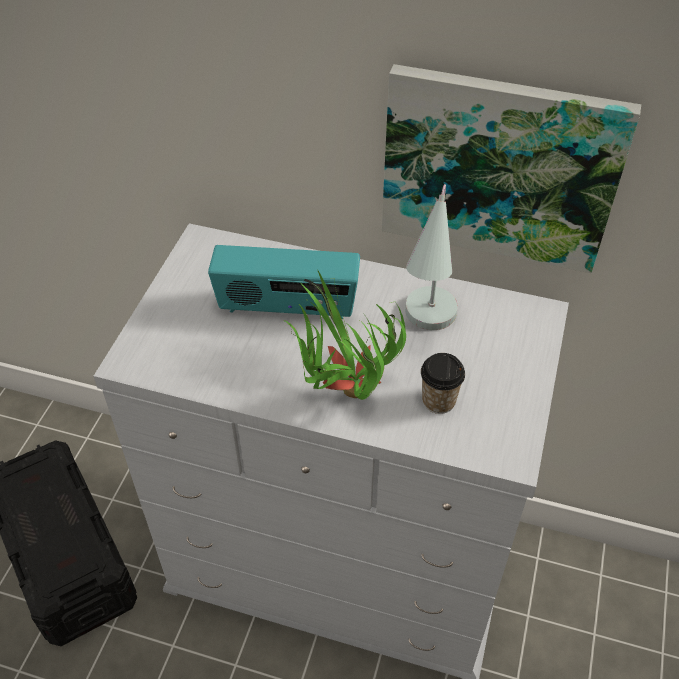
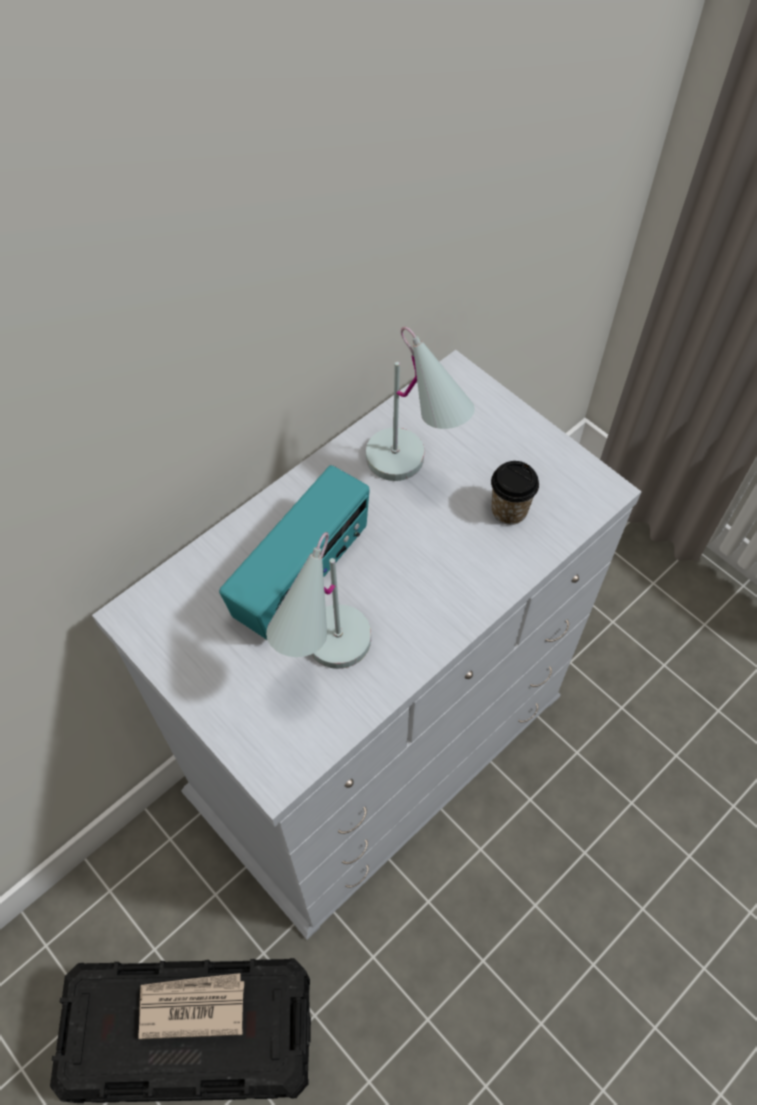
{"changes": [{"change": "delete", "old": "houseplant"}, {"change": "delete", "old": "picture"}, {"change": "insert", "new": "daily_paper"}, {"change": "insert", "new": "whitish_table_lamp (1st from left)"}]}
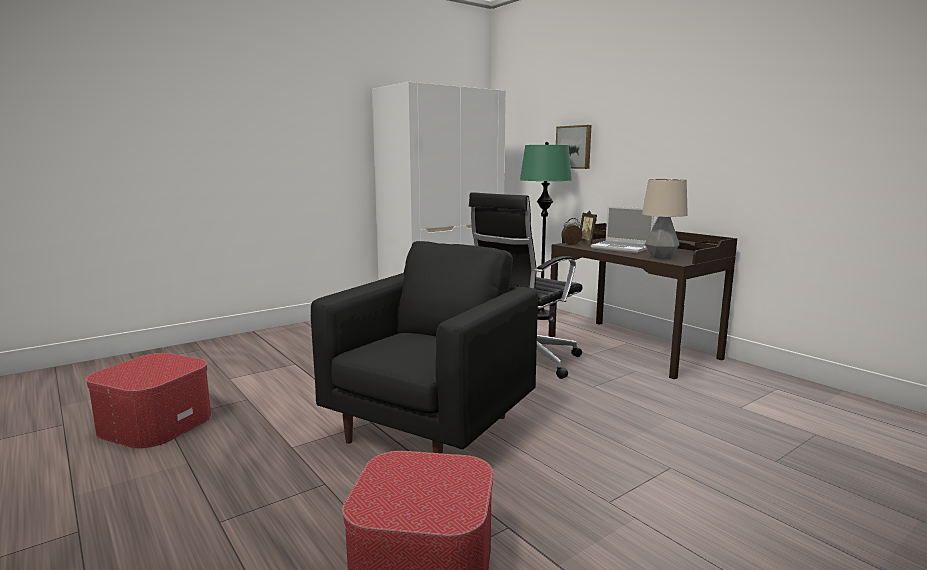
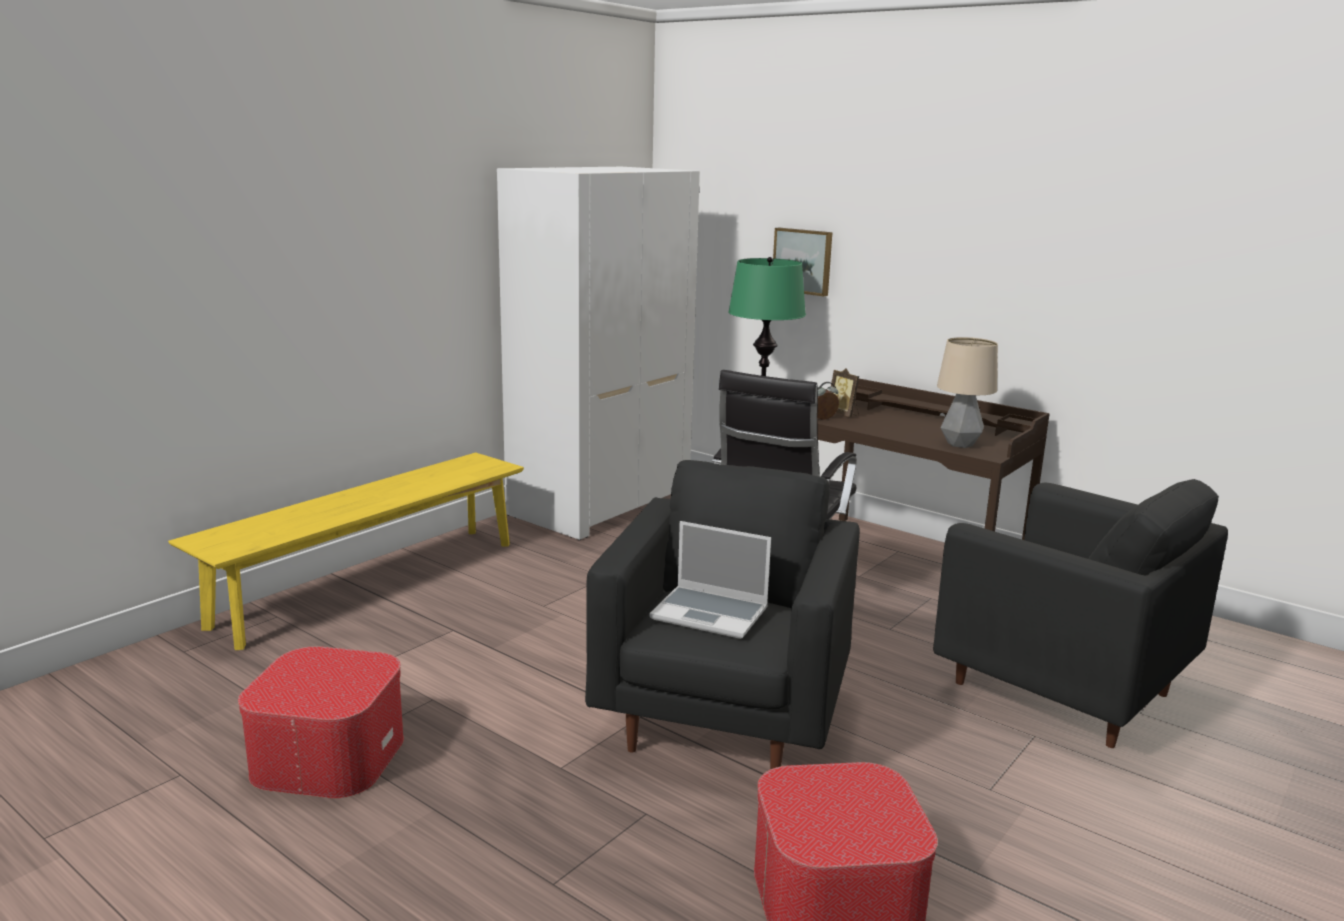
{"changes": [{"change": "insert", "new": "yellowish_long_seat"}, {"change": "insert", "new": "black_lounge_chair (2nd from left)"}, {"change": "move", "old": "laptop"}]}
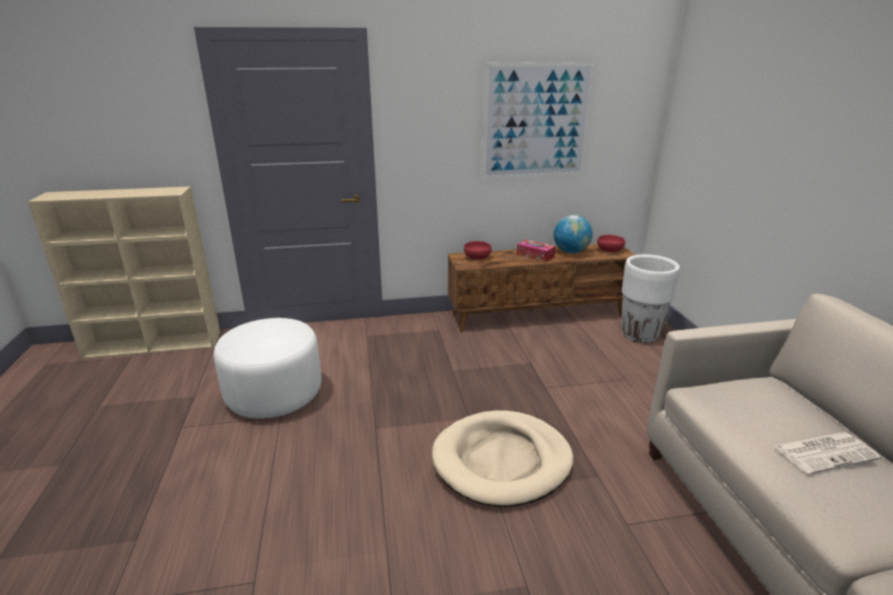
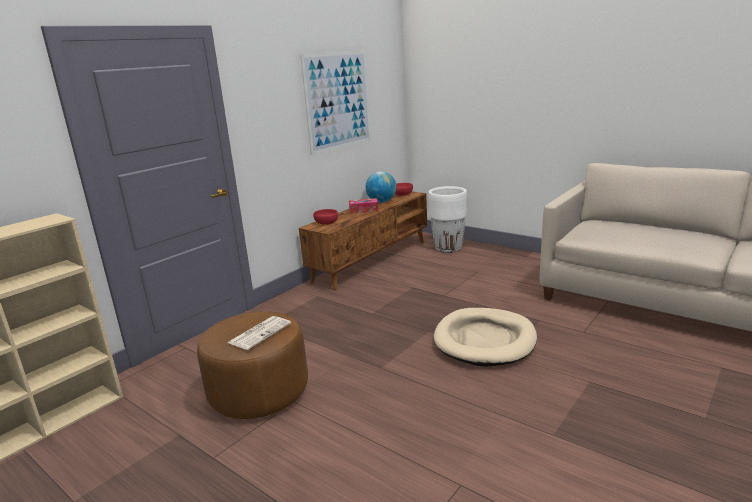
{"changes": [{"change": "move", "old": "daily_paper"}, {"change": "recolor", "old": "whitish_pouffe", "new": "brown-coloured_pouffe"}]}
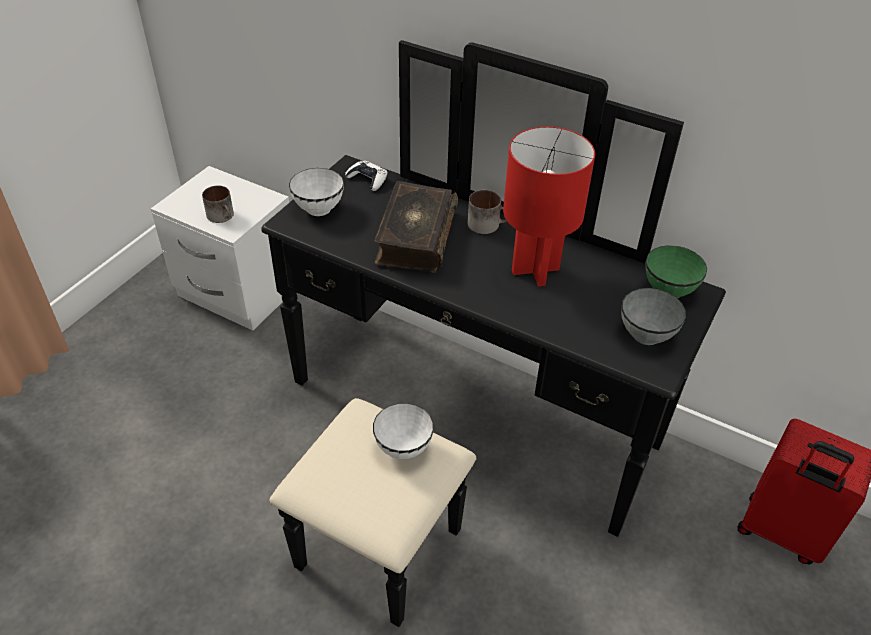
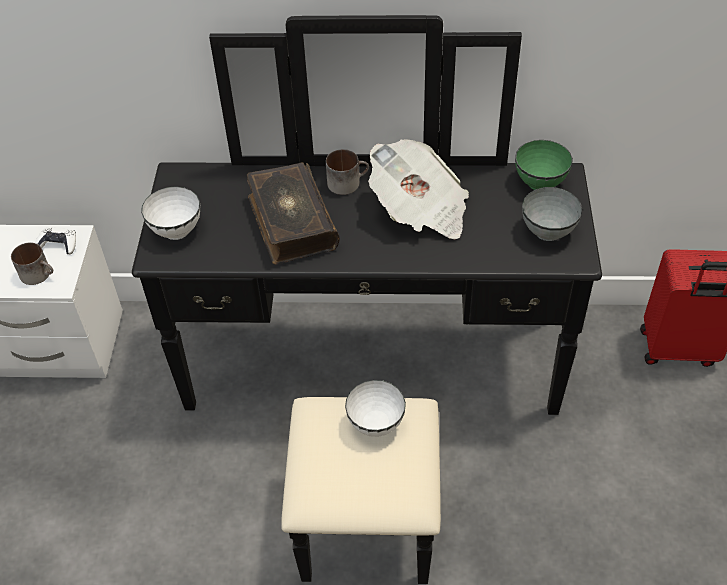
{"changes": [{"change": "move", "old": "whitish_game_controller"}, {"change": "replace", "old": "reddish_table_lamp", "new": "daily_paper"}]}
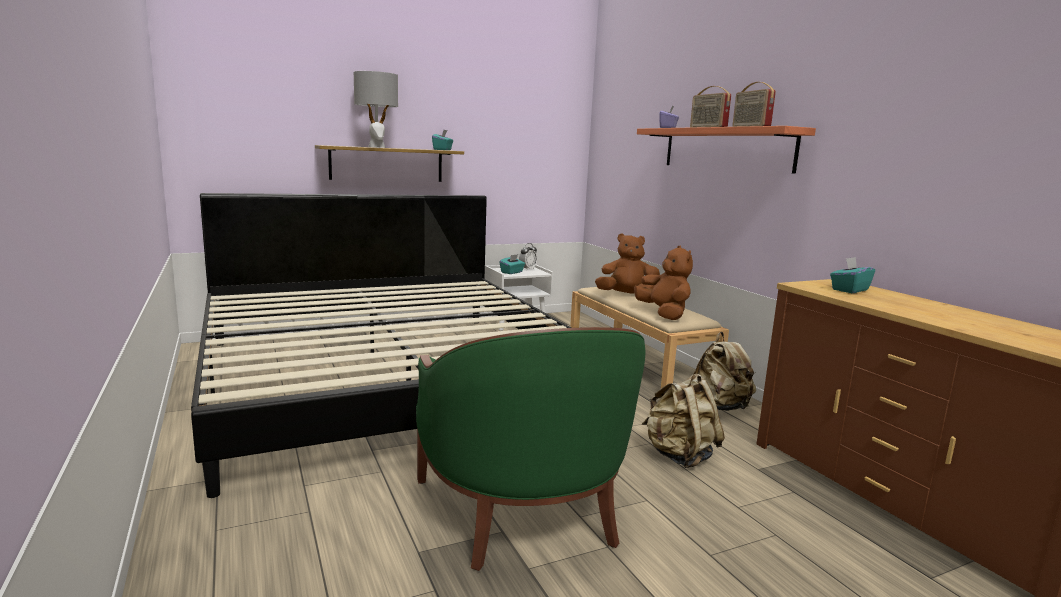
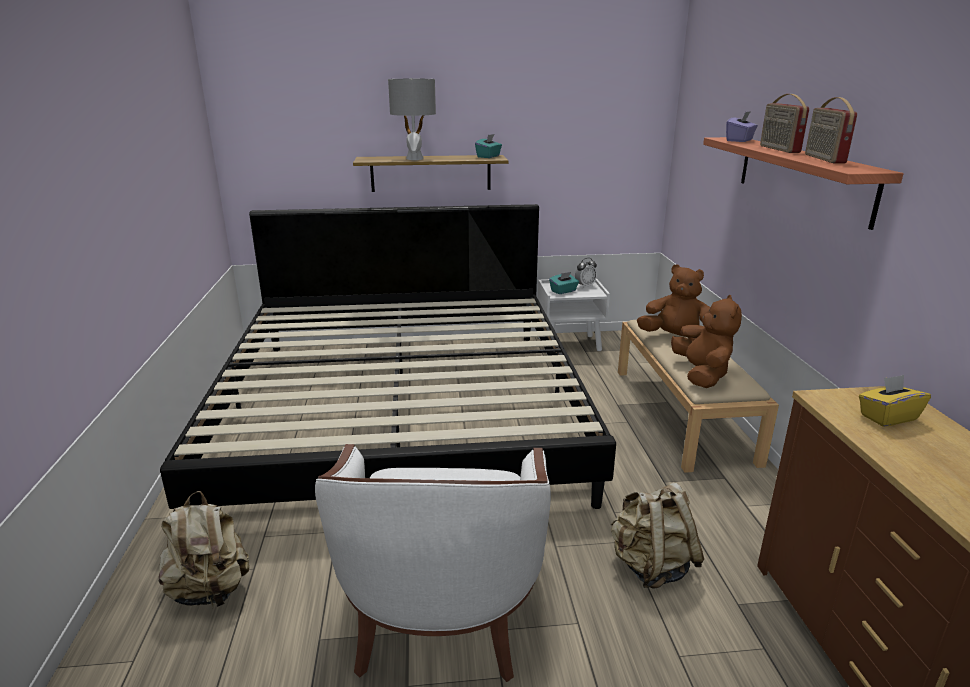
{"changes": [{"change": "move", "old": "sand-coloured_rucksack (2nd from left in the first image)", "new": "sand-coloured_rucksack (1st from left)"}, {"change": "recolor", "old": "green_lounge_chair", "new": "whitish_lounge_chair"}, {"change": "recolor", "old": "turquoise-coloured_tissue_box (3rd from left)", "new": "yellowish_tissue_box"}]}
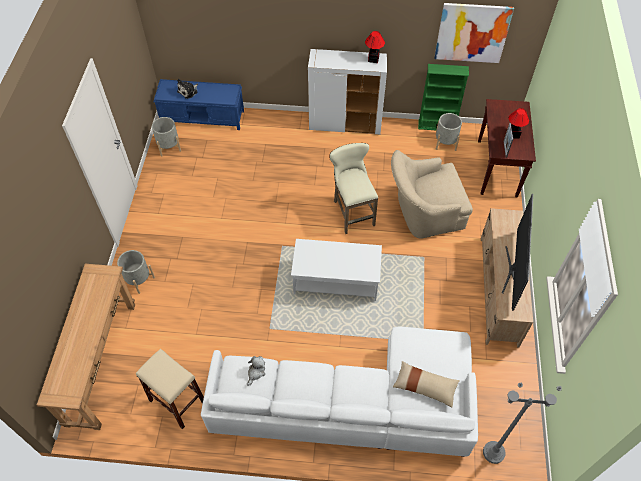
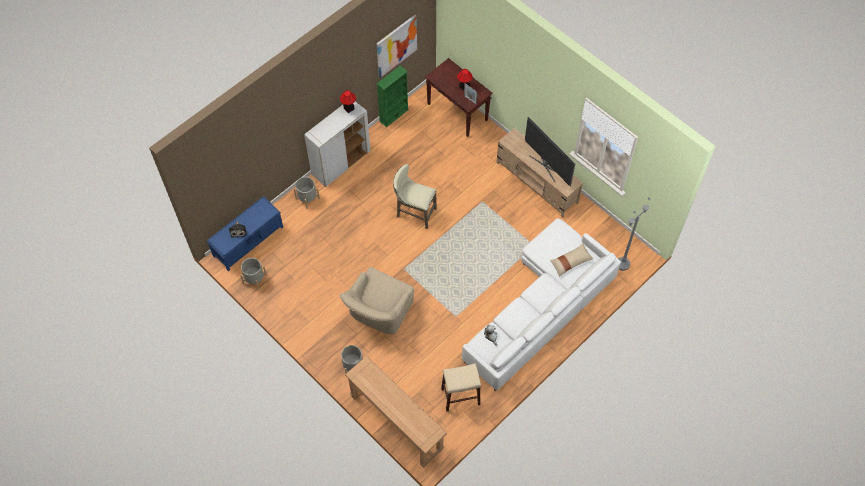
{"changes": [{"change": "delete", "old": "whitish_low_table"}, {"change": "move", "old": "sand-coloured_lounge_chair"}, {"change": "move", "old": "greyish_flower_pot (3rd from left in the first image)", "new": "greyish_flower_pot (2nd from left)"}]}
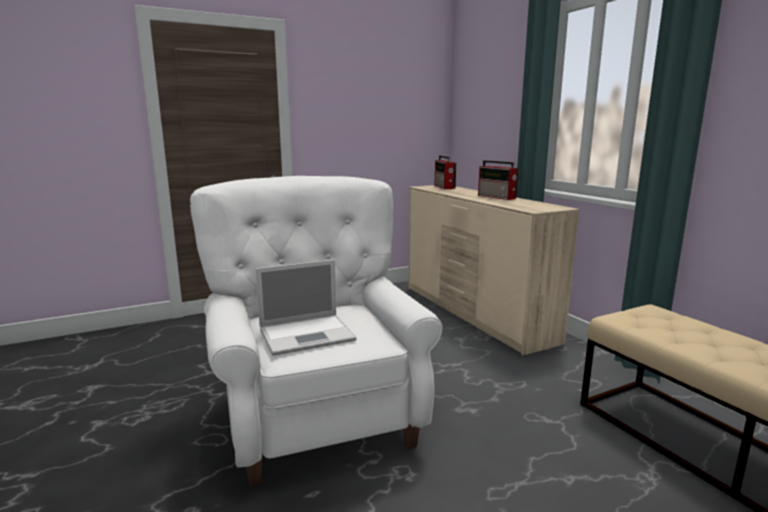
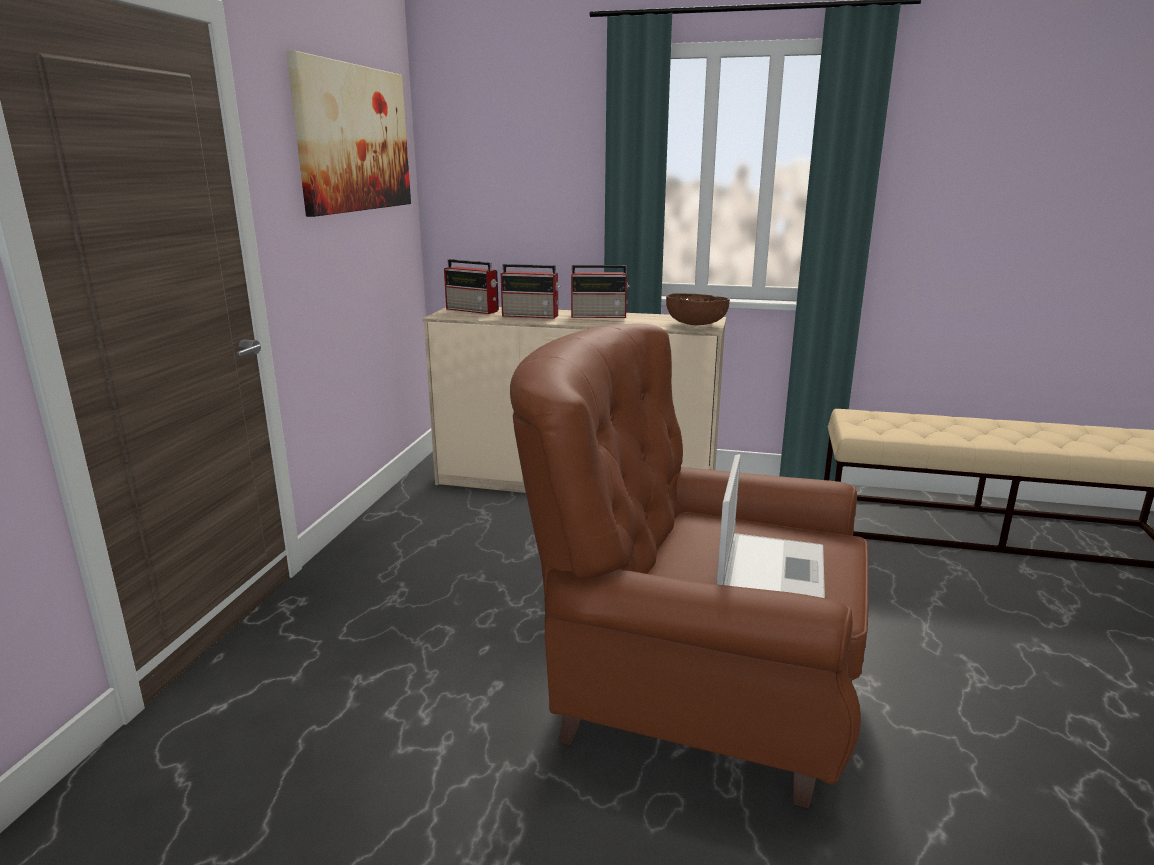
{"changes": [{"change": "insert", "new": "picture"}, {"change": "insert", "new": "radio_receiver (2nd from left)"}, {"change": "insert", "new": "brown-coloured_bowl"}, {"change": "recolor", "old": "whitish_lounge_chair", "new": "brown-coloured_lounge_chair"}]}
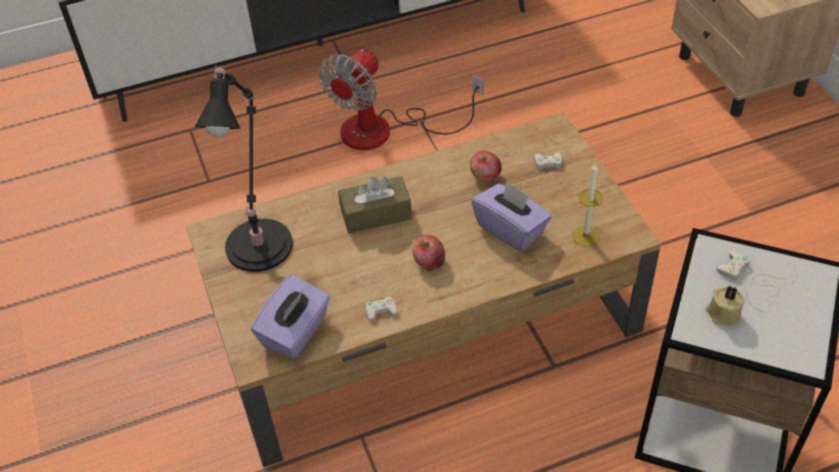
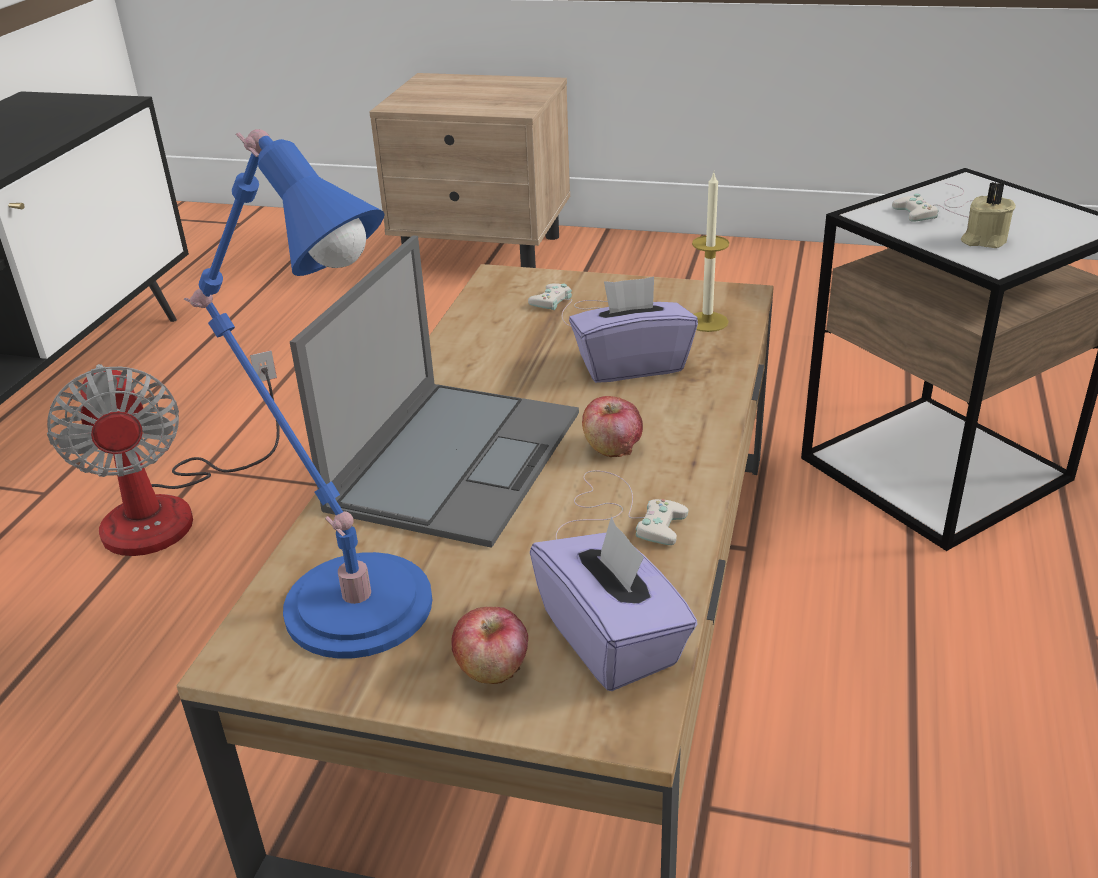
{"changes": [{"change": "move", "old": "whole_apple (2nd from left in the first image)", "new": "whole_apple (1st from left)"}, {"change": "replace", "old": "brown-coloured_tissue_box", "new": "laptop"}, {"change": "recolor", "old": "black_table_lamp", "new": "blue-coloured_table_lamp"}]}
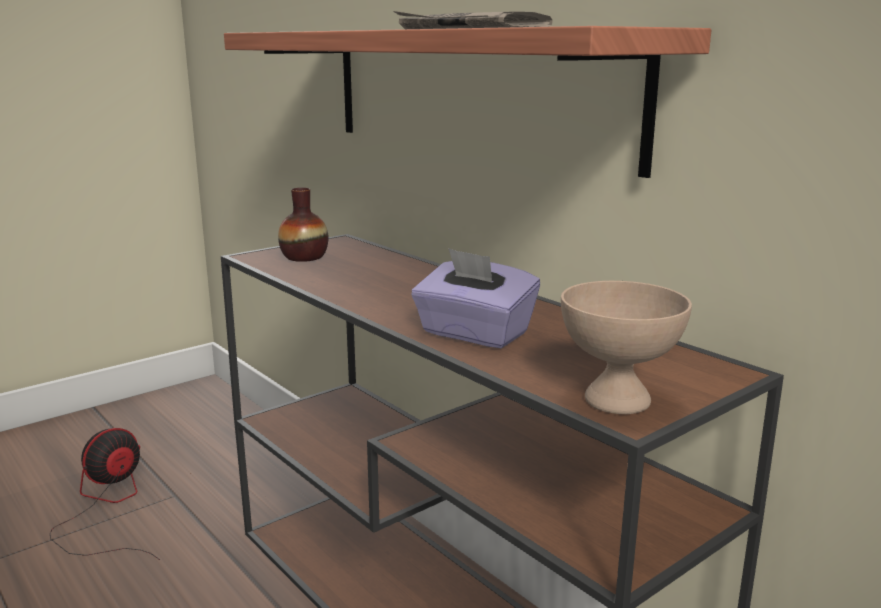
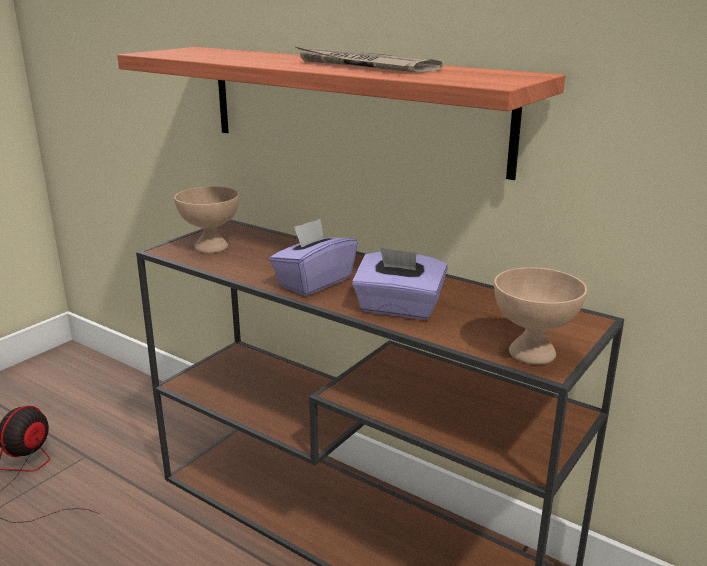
{"changes": [{"change": "insert", "new": "purplish_tissue_box (1st from left)"}, {"change": "replace", "old": "vase", "new": "sand-coloured_bowl (1st from left)"}]}
